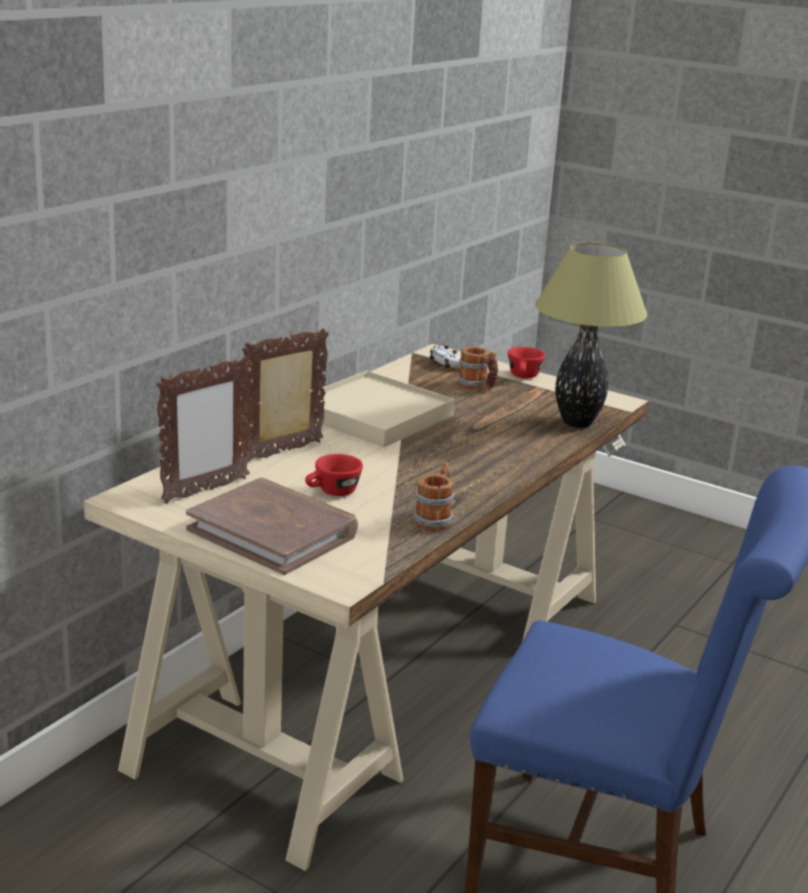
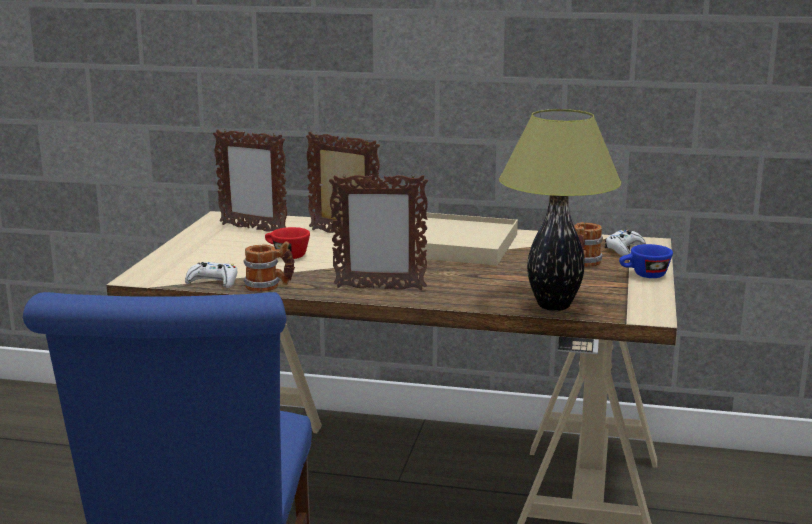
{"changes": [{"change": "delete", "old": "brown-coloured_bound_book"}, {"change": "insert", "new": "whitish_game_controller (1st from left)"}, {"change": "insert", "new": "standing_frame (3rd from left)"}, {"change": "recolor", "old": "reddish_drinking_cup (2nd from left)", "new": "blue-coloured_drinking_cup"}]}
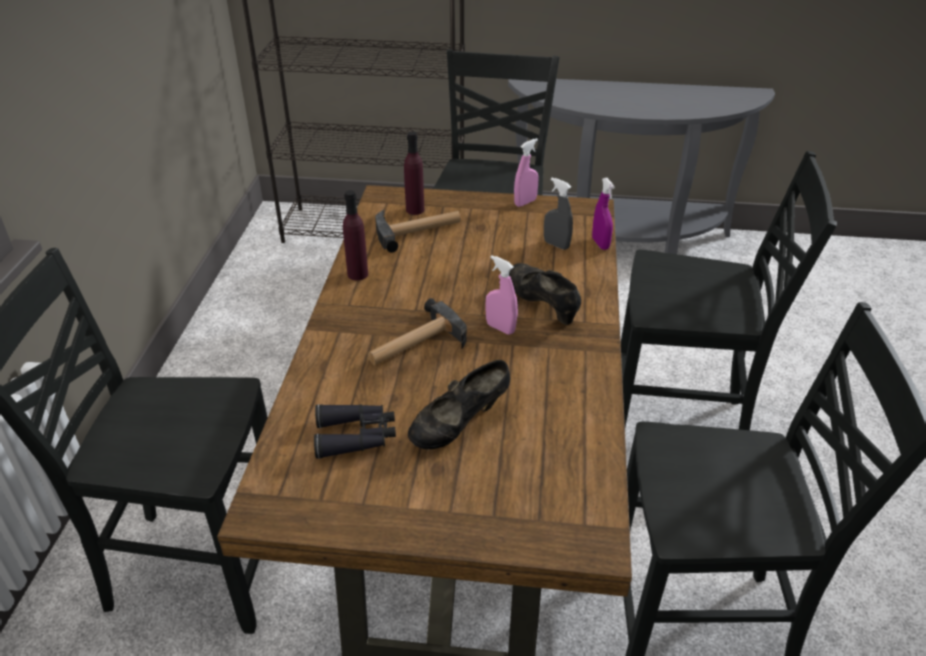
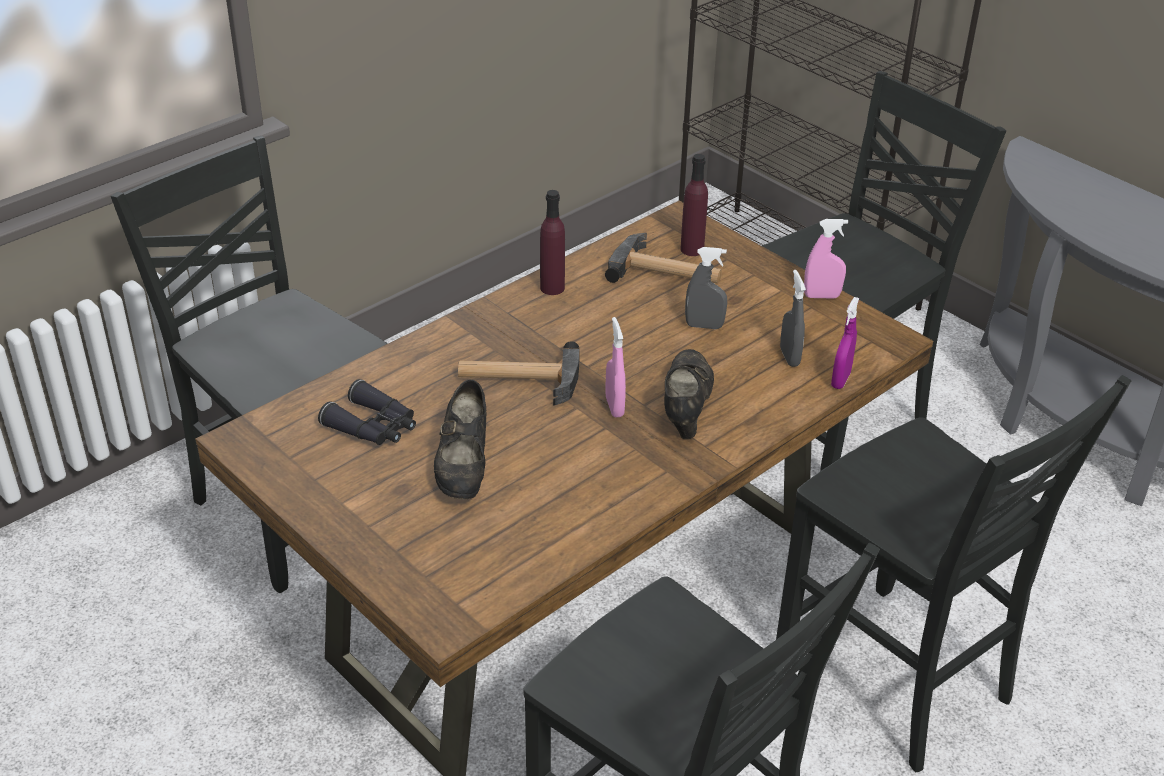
{"changes": [{"change": "insert", "new": "greyish_spray_bottle (1st from left)"}, {"change": "rotate", "old": "black_shoe (1st from left)", "degrees": -90}]}
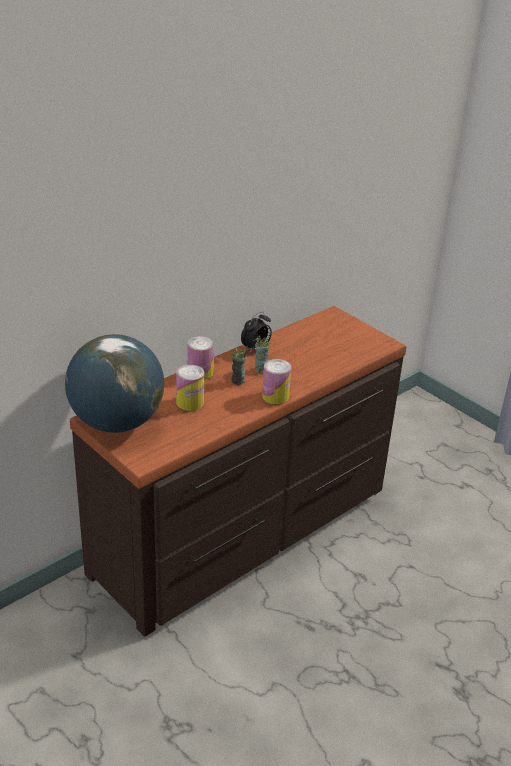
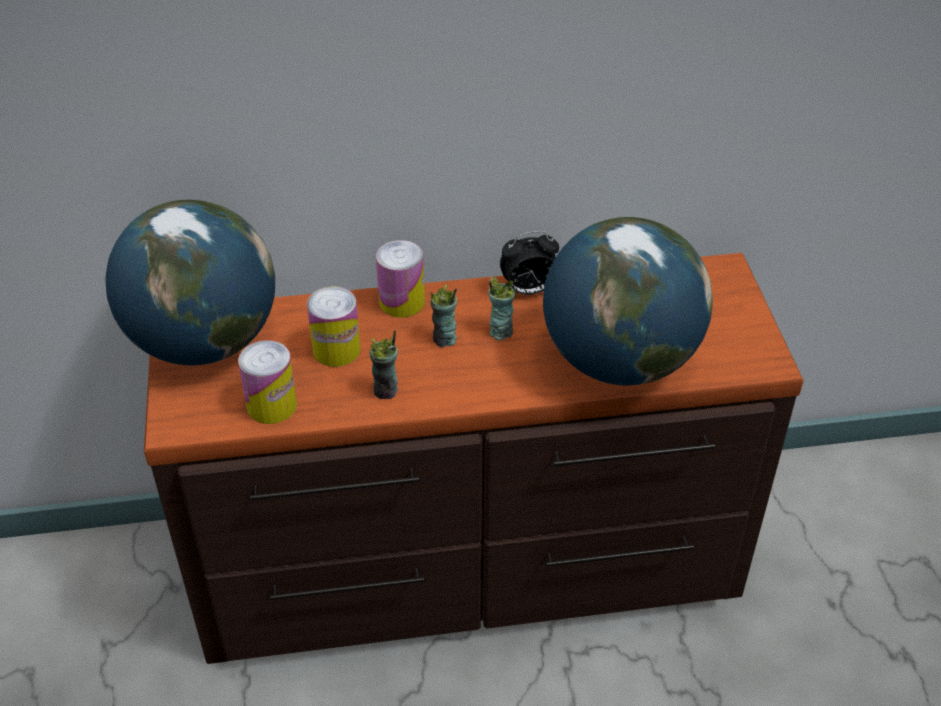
{"changes": [{"change": "insert", "new": "drinking_cup (1st from left)"}, {"change": "insert", "new": "world_globe (2nd from left)"}, {"change": "move", "old": "can (3rd from left in the first image)", "new": "can (1st from left)"}]}
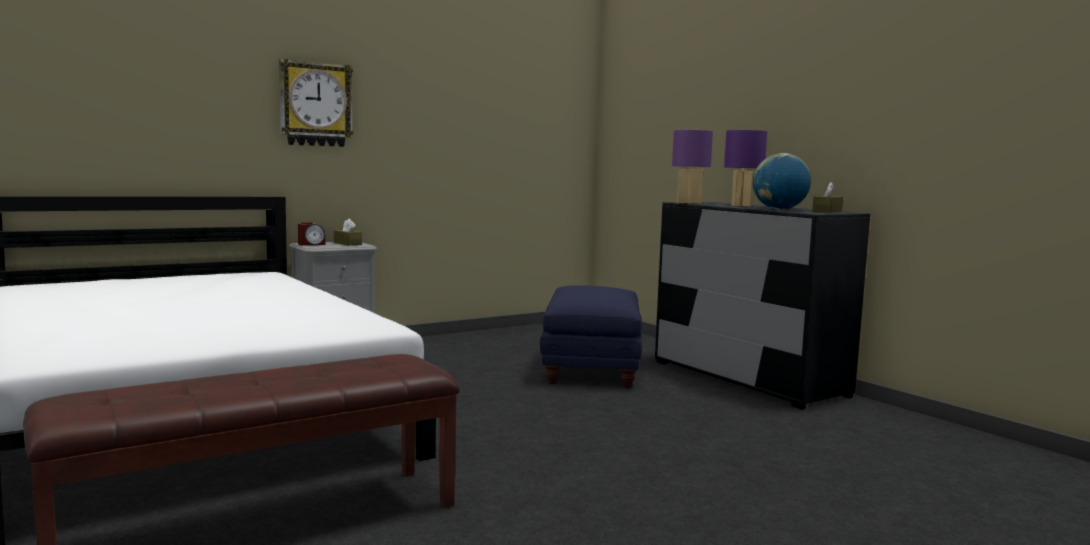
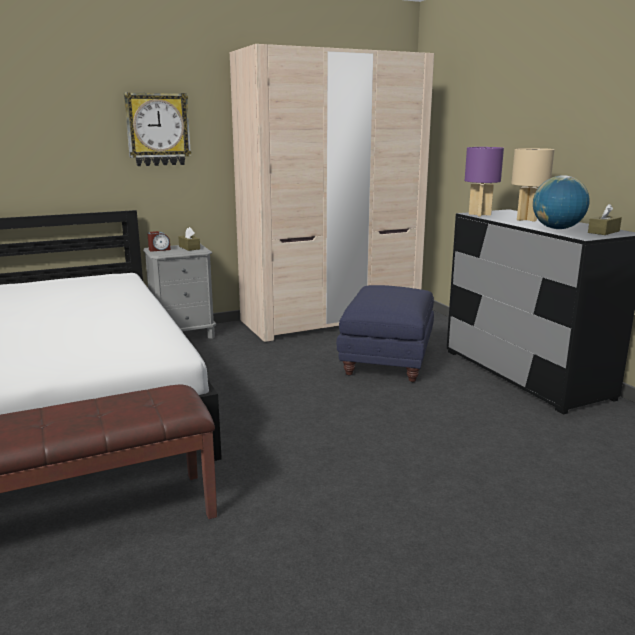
{"changes": [{"change": "insert", "new": "sand-coloured_armoire"}, {"change": "recolor", "old": "purplish_table_lamp (2nd from left)", "new": "sand-coloured_table_lamp"}]}
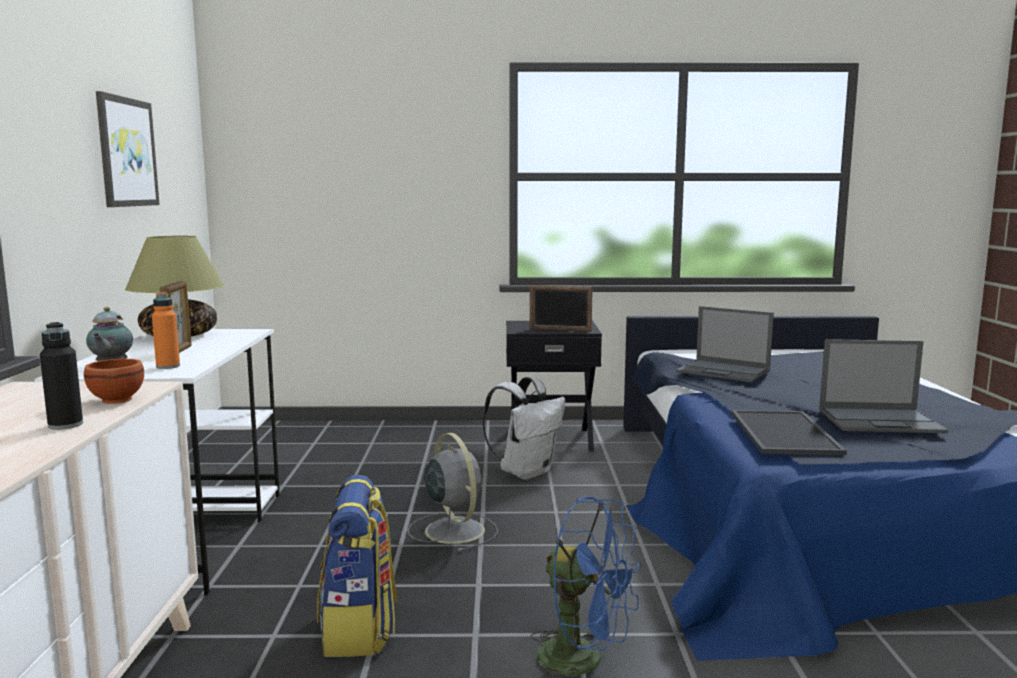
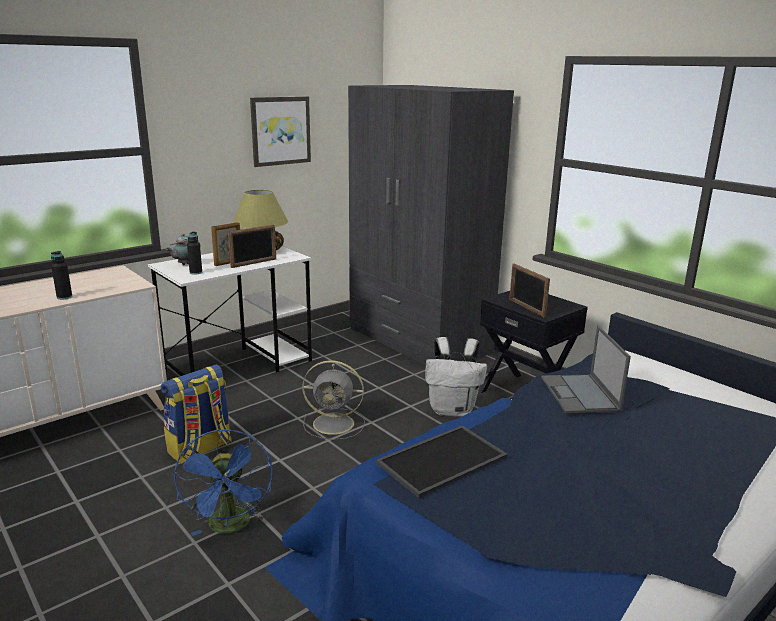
{"changes": [{"change": "delete", "old": "brown-coloured_bowl"}, {"change": "delete", "old": "laptop (2nd from left)"}, {"change": "insert", "new": "standing_frame (2nd from left)"}, {"change": "insert", "new": "greyish_armoire"}, {"change": "recolor", "old": "orange_bottle", "new": "black_bottle (2nd from left)"}, {"change": "rotate", "old": "greyish_electric_fan", "degrees": 75}]}
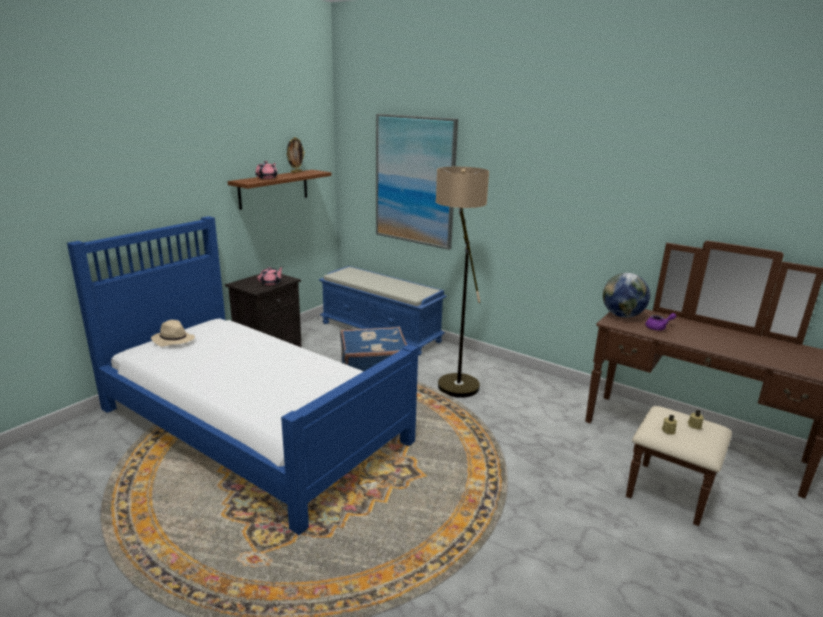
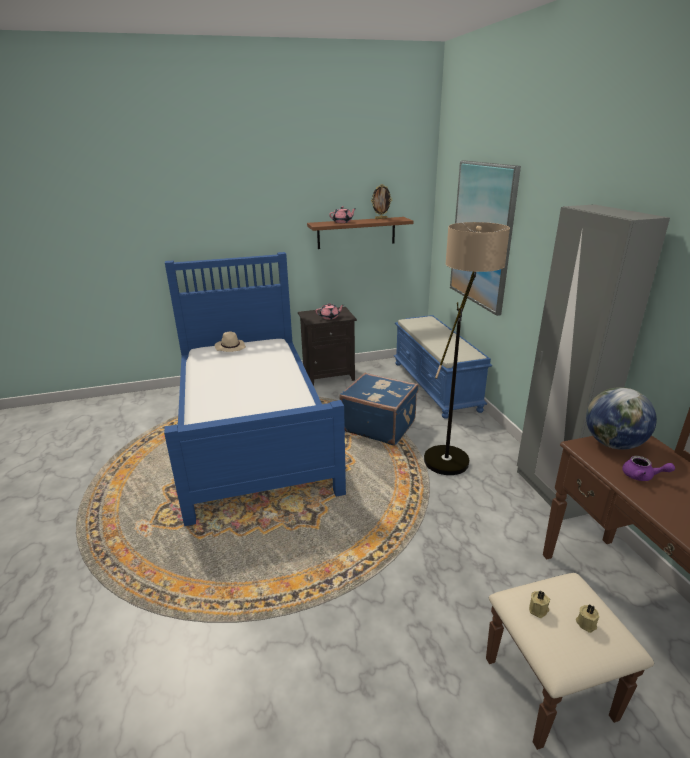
{"changes": [{"change": "insert", "new": "greyish_armoire"}]}
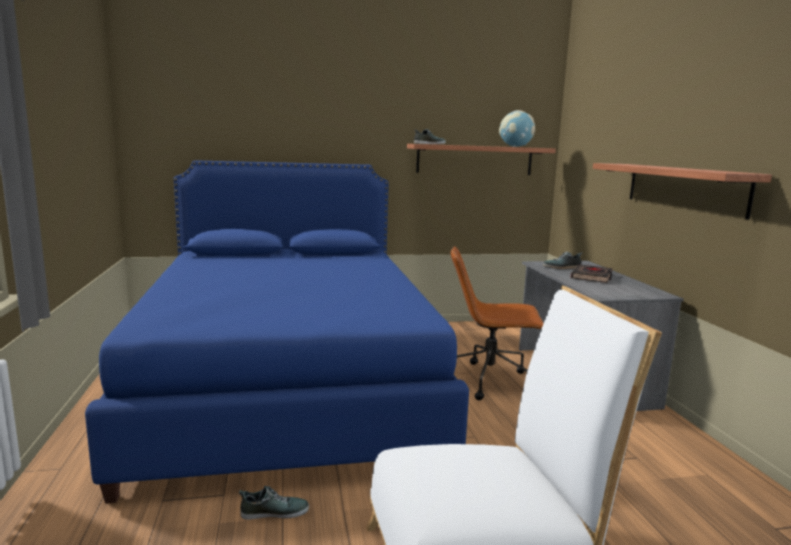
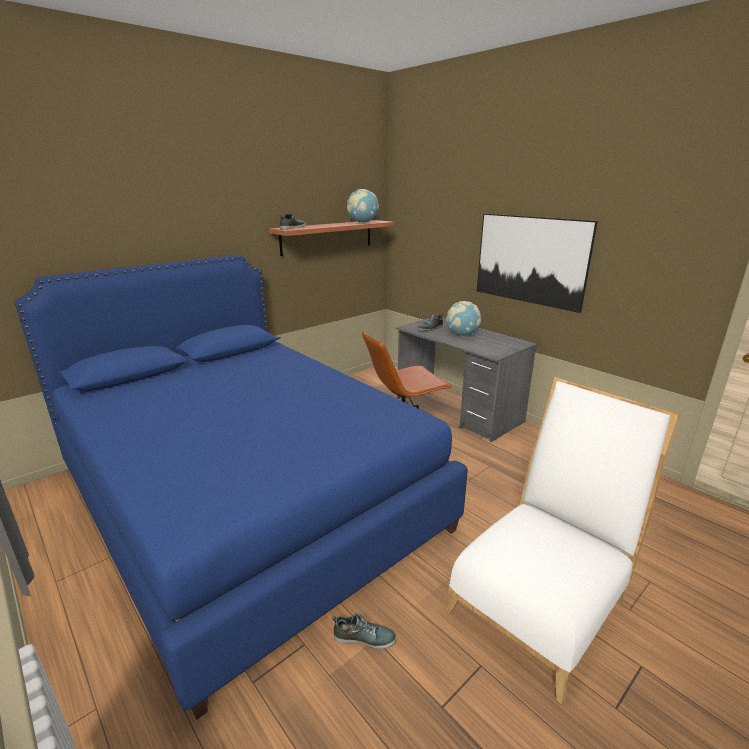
{"changes": [{"change": "replace", "old": "black_bound_book", "new": "world_globe (2nd from left)"}, {"change": "replace", "old": "wall_shelf (2nd from left)", "new": "picture"}, {"change": "rotate", "old": "shoe (1st from left in the first image)", "degrees": 45}]}
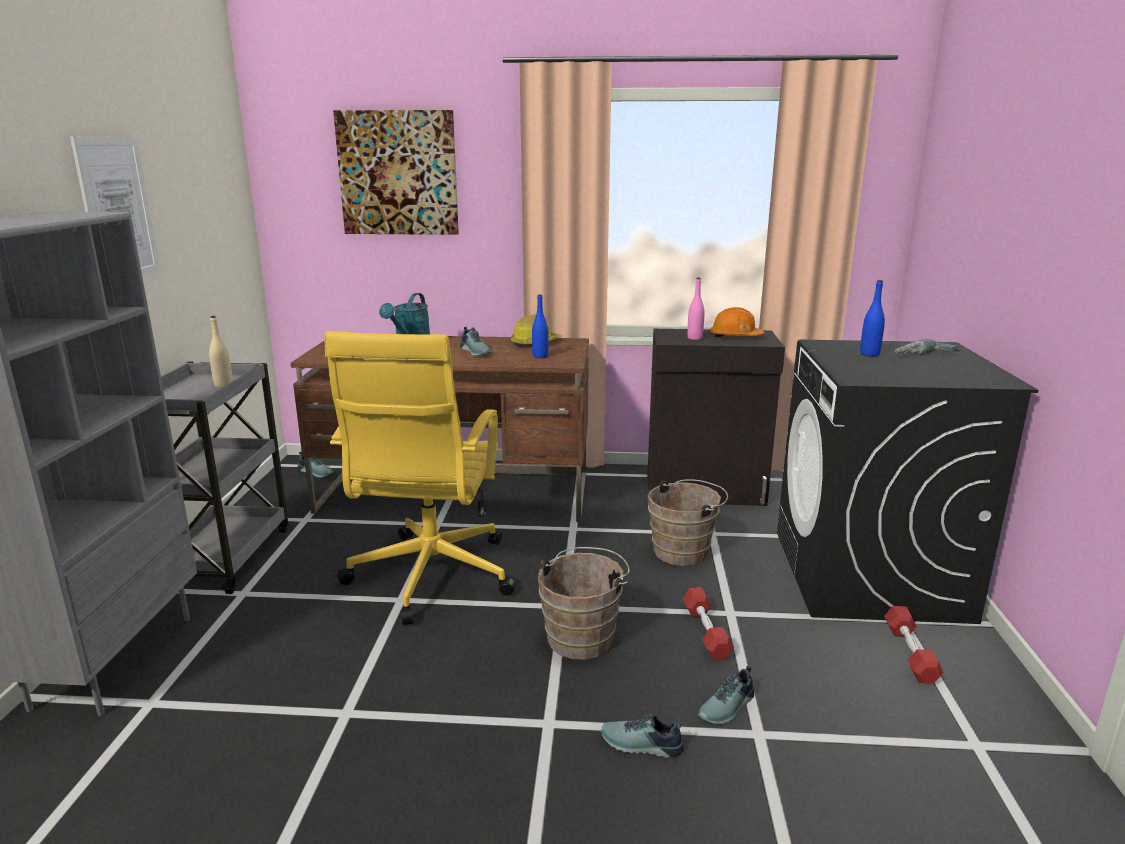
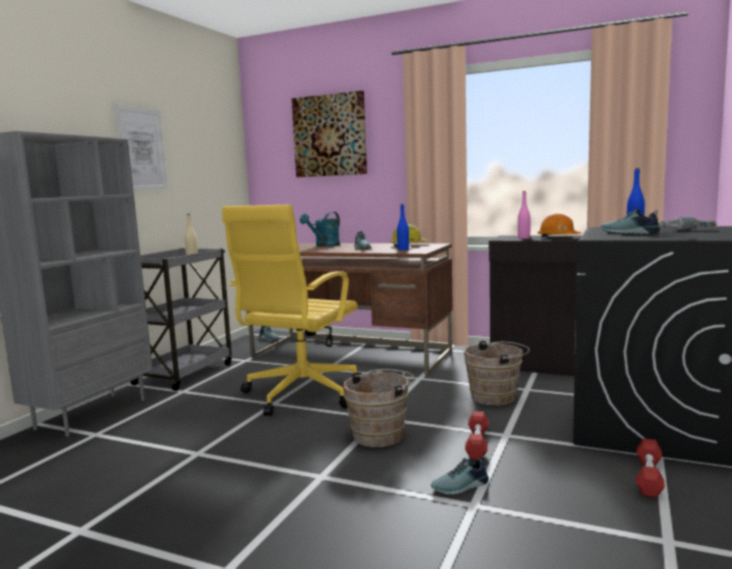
{"changes": [{"change": "move", "old": "shoe (3rd from left in the first image)", "new": "shoe (4th from left)"}]}
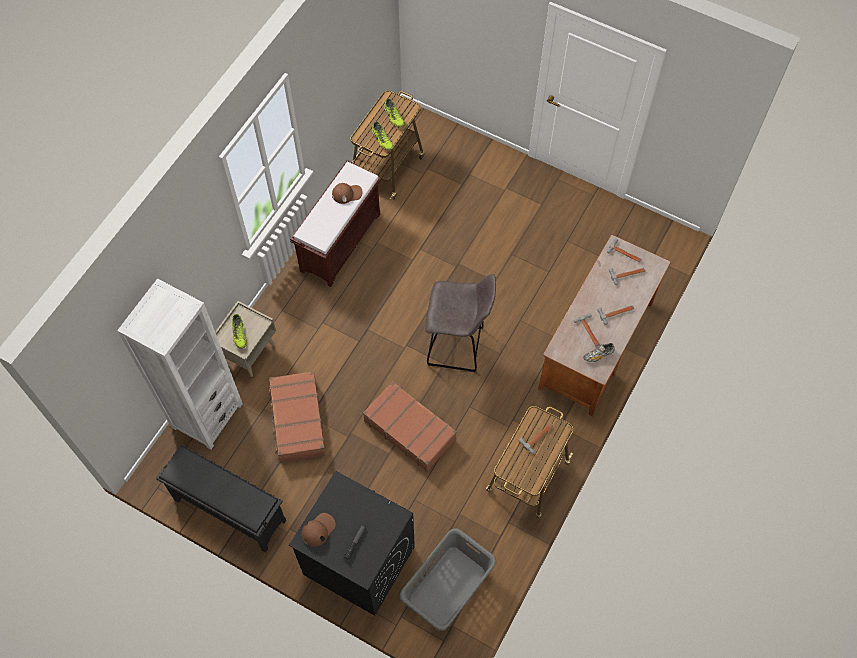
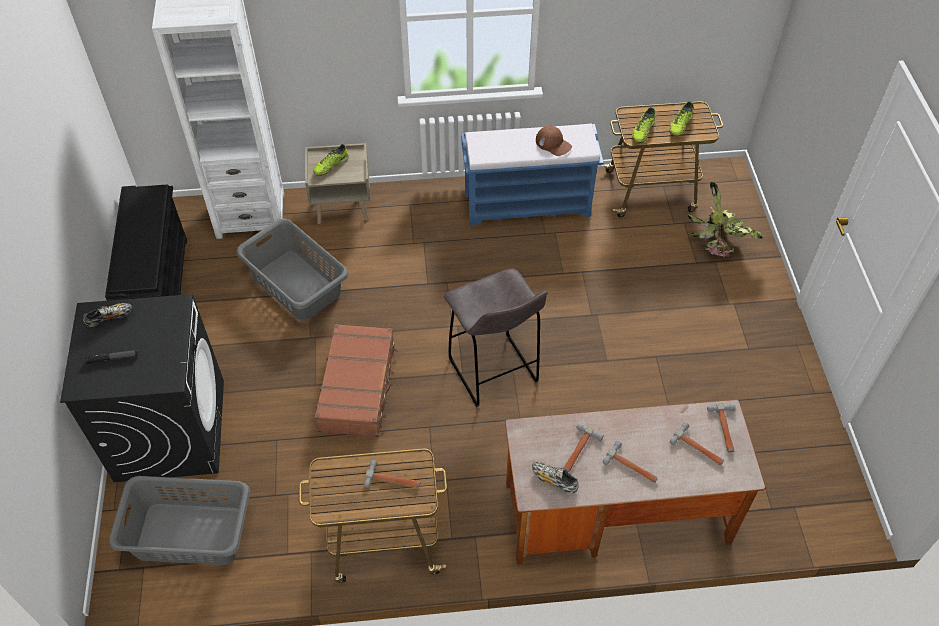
{"changes": [{"change": "insert", "new": "houseplant"}, {"change": "replace", "old": "brown-coloured_travel_case (1st from left)", "new": "greyish_washing_basket (2nd from left)"}, {"change": "replace", "old": "brown-coloured_peaked_cap (1st from left)", "new": "shoe (1st from left)"}, {"change": "recolor", "old": "brown-coloured_long_seat", "new": "blue-coloured_long_seat"}]}
